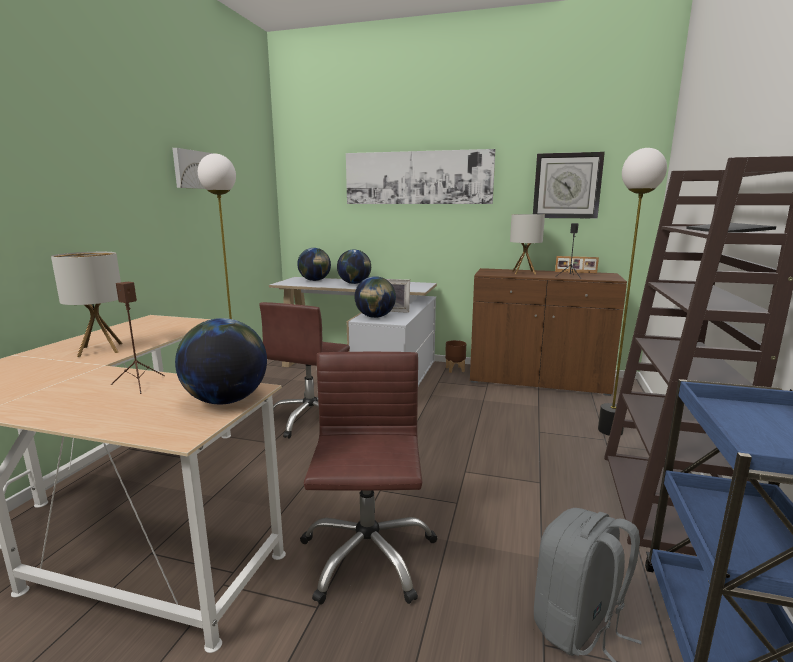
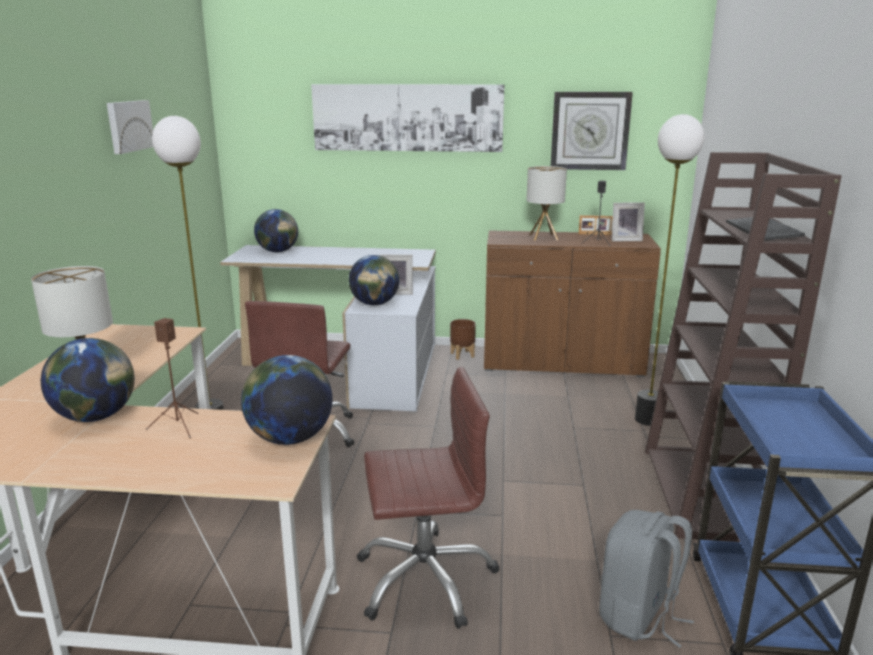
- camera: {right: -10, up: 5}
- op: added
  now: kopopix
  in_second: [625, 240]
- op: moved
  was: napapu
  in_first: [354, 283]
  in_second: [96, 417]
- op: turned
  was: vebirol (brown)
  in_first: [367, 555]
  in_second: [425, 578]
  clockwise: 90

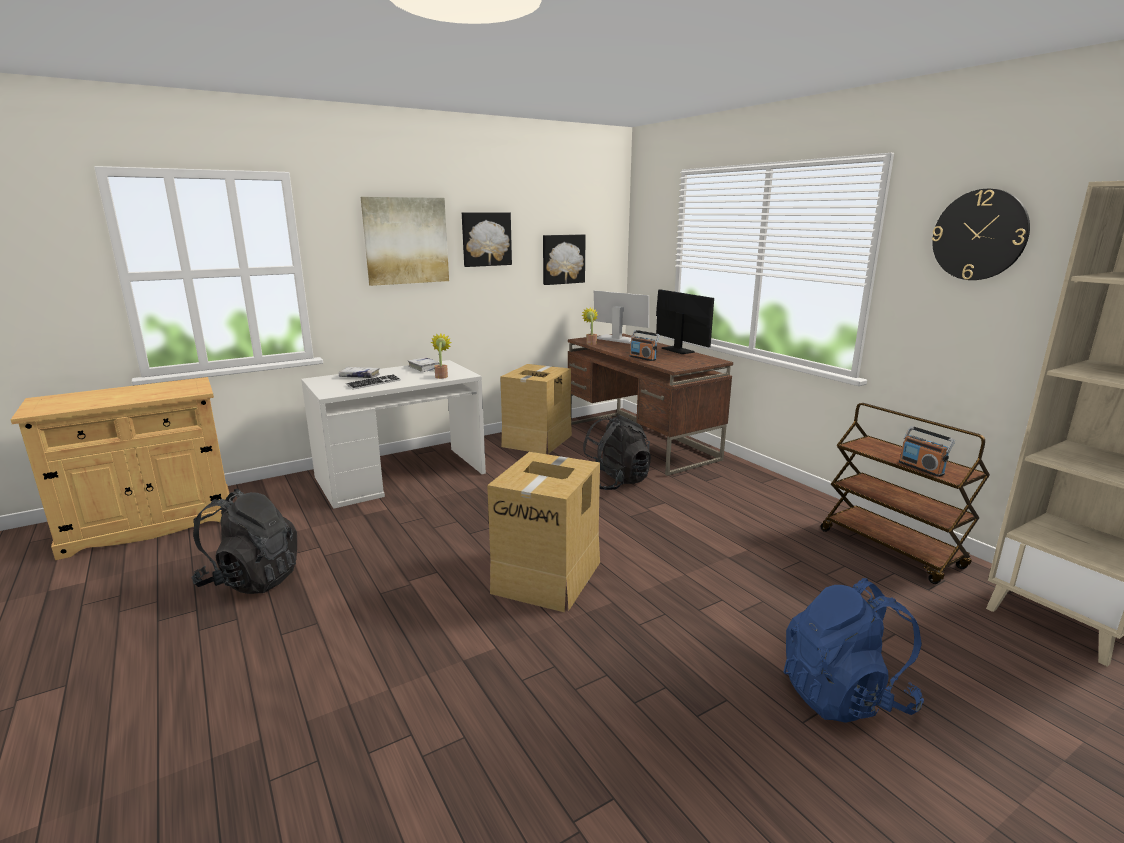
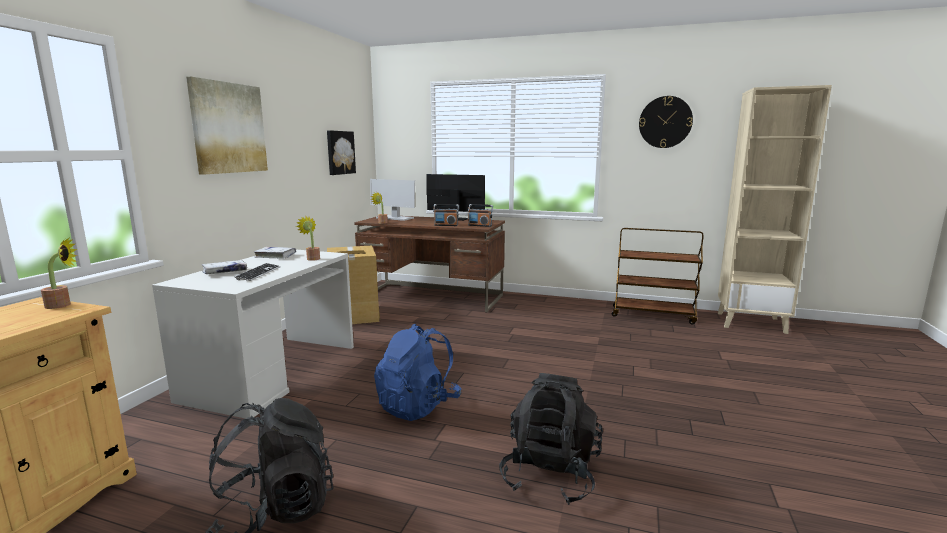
- camera: {right: -40, up: -5}
- op: removed
  was: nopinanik
  in_first: [486, 239]
- op: removed
  was: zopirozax
  in_first: [548, 576]
- op: added
  now: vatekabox
  in_second: [63, 305]
- op: moved
  was: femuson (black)
  in_first: [614, 482]
  in_second: [550, 474]
- op: moved
  was: femuson (blue)
  in_first: [844, 695]
  in_second: [418, 406]
- op: moved
  was: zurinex
  in_first: [921, 468]
  in_second: [480, 225]
- op: turned
  was: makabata
  in_first: [618, 339]
  in_second: [394, 218]
  clockwise: -150

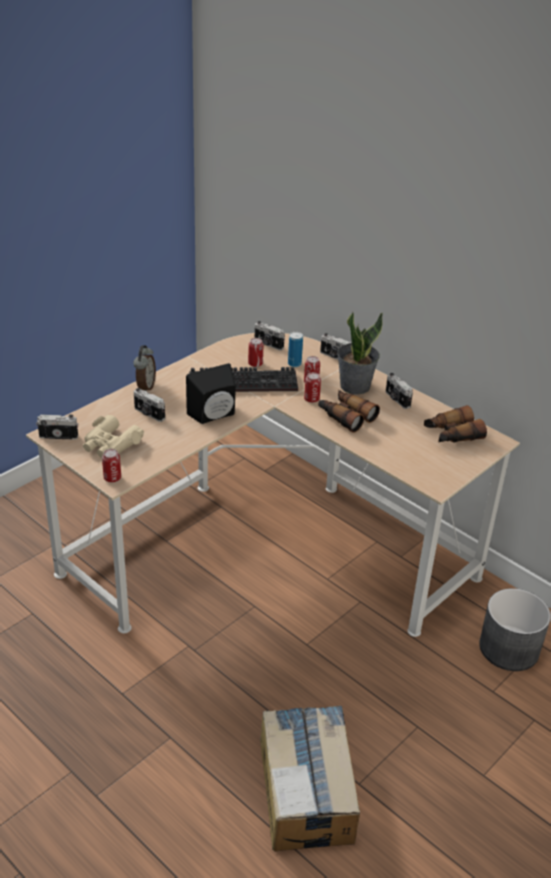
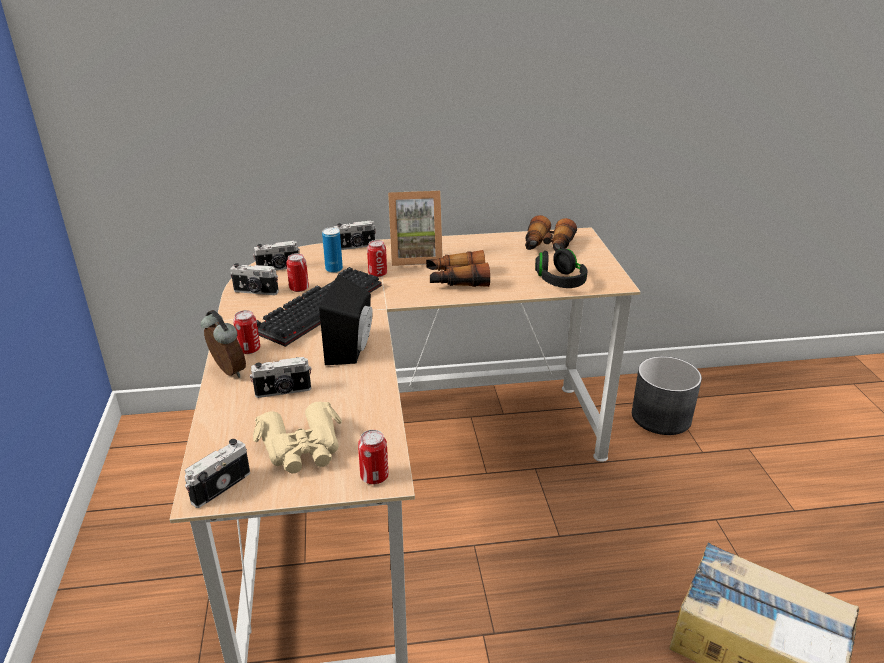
- camera: {right: -50, up: -5}
- op: added
  now: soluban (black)
  in_second: [560, 281]
- op: moved
  was: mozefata
  in_first: [311, 399]
  in_second: [249, 349]
- op: moved
  was: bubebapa
  in_first: [396, 399]
  in_second: [255, 292]
- op: replaced
  was: vatekabox
  now: kopopix
  in_first: [354, 385]
  in_second: [415, 256]

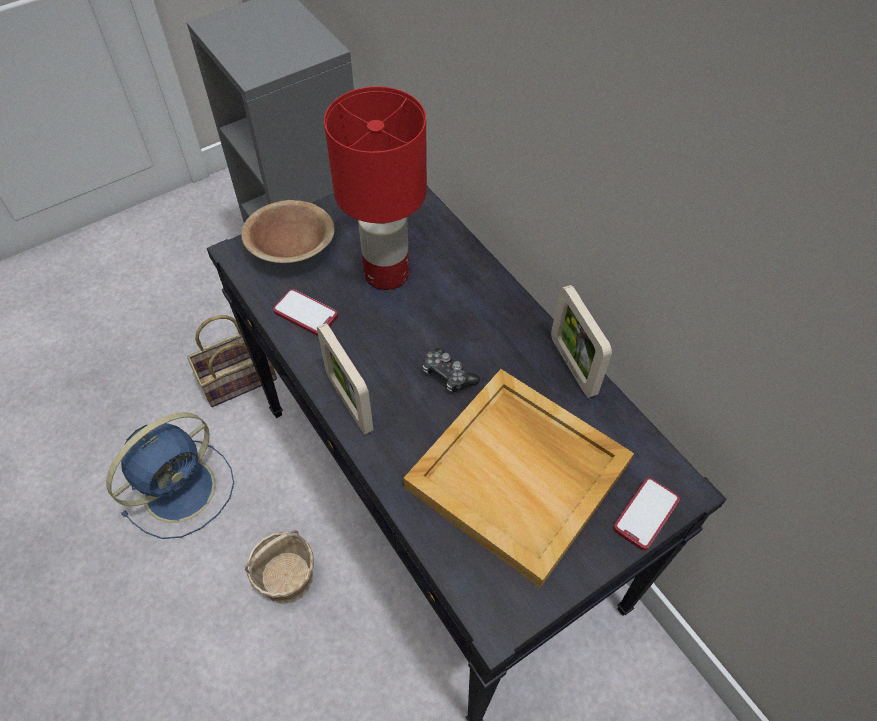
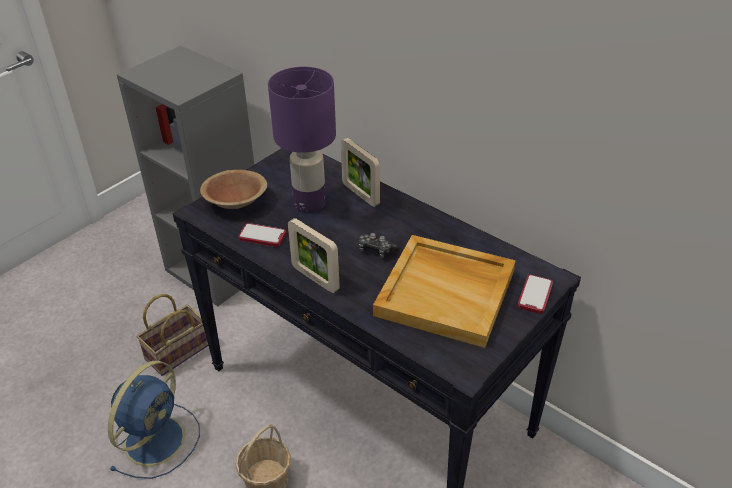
- camera: {right: -15, up: -15}
- op: moved
  was: kopopix
  in_first: [572, 366]
  in_second: [360, 194]
- op: recoloured
  was: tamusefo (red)
  now: tamusefo (purple)
  in_first: [386, 275]
  in_second: [310, 204]

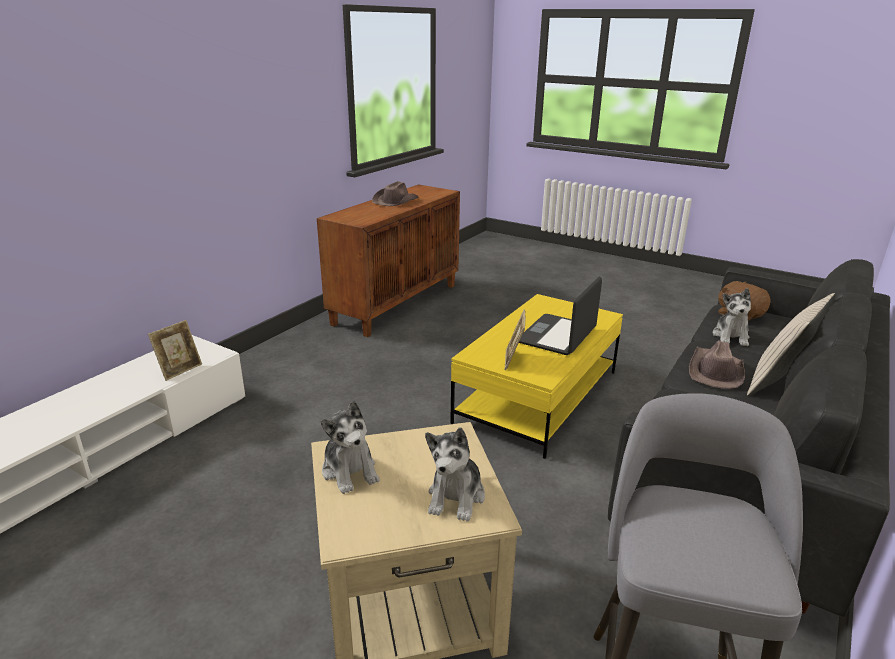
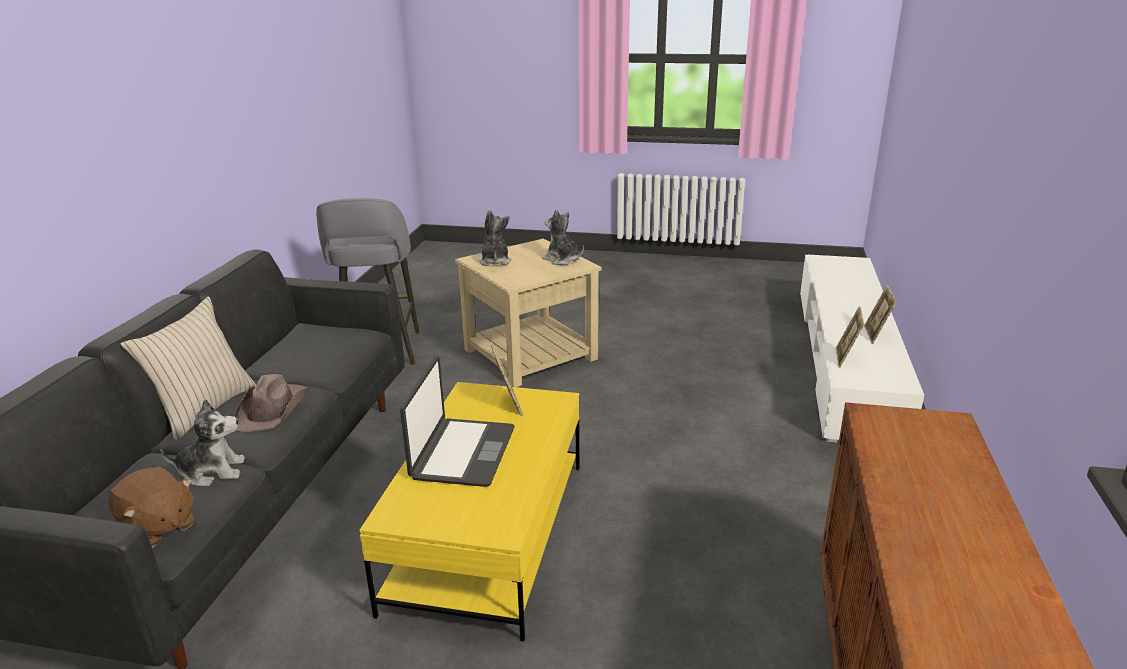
- camera: {right: 160, up: 0}
- op: removed
  was: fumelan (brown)
  in_first: [395, 201]
- op: added
  now: kopopix
  in_second: [876, 335]
- op: turned
  was: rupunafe
  in_first: [731, 336]
  in_second: [212, 471]
  clockwise: 90

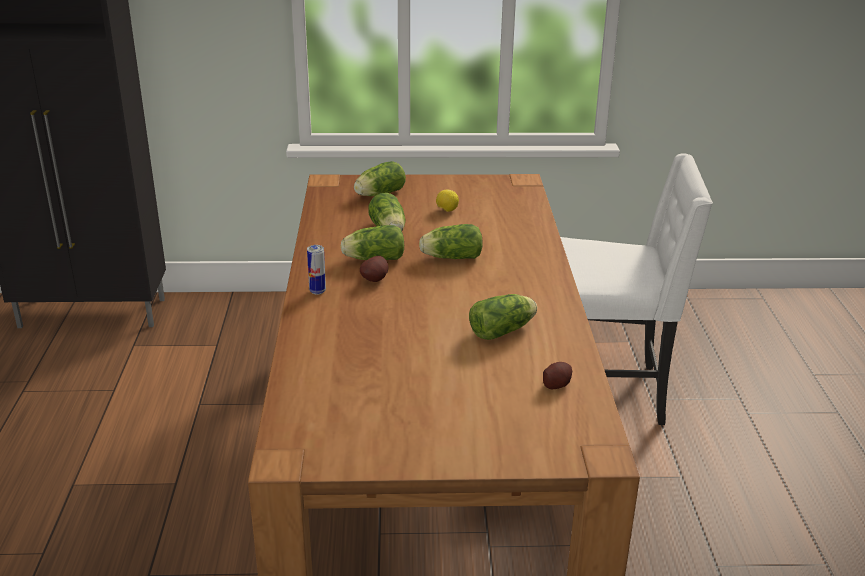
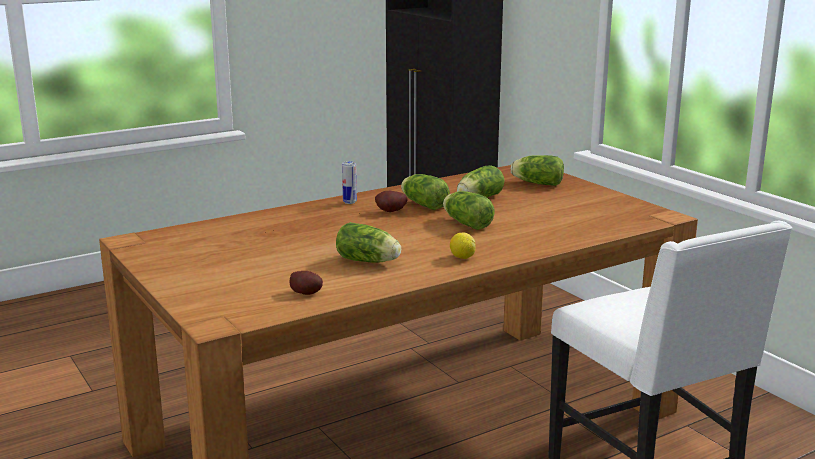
- camera: {right: 60, up: -10}
- op: moved
  was: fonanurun
  in_first: [446, 210]
  in_second: [462, 257]

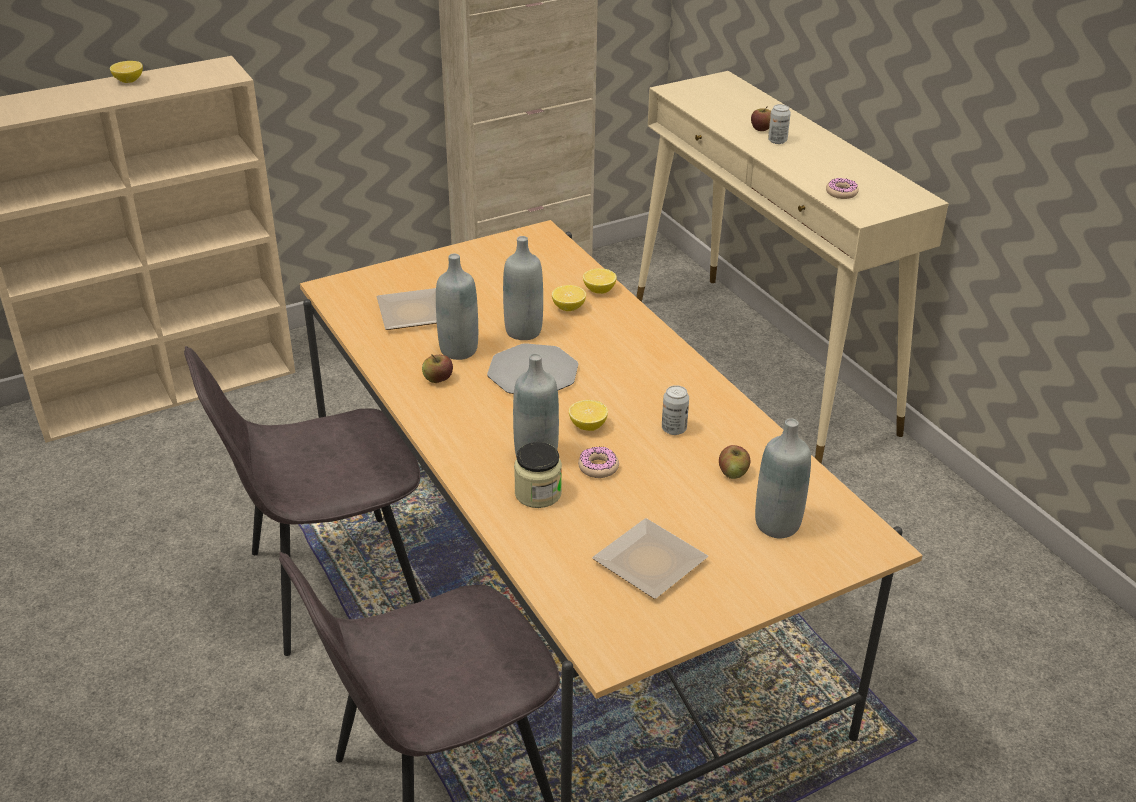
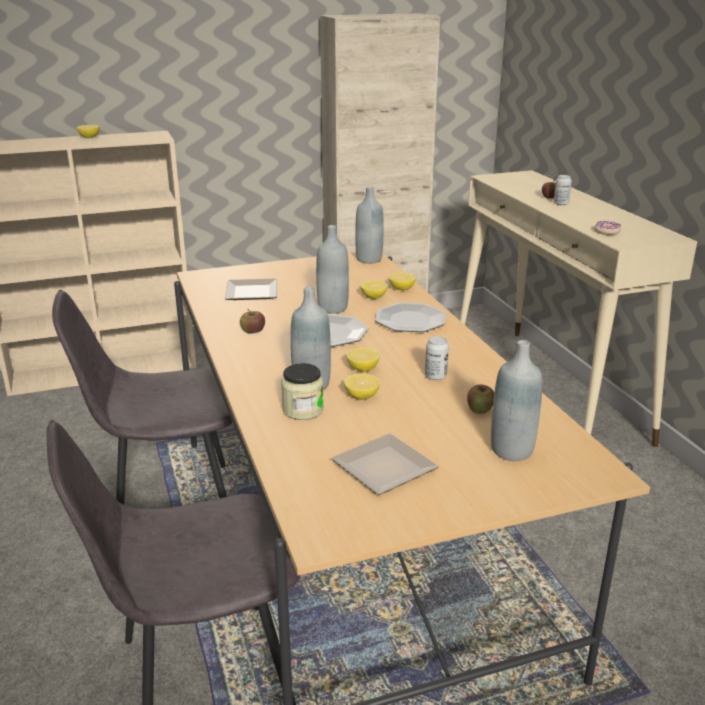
- camera: {right: 10, up: -10}
- op: added
  now: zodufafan
  in_second: [410, 320]
- op: moved
  was: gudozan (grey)
  in_first: [458, 350]
  in_second: [369, 259]
- op: replaced
  was: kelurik
  now: fonanurun
  in_first: [598, 467]
  in_second: [361, 396]

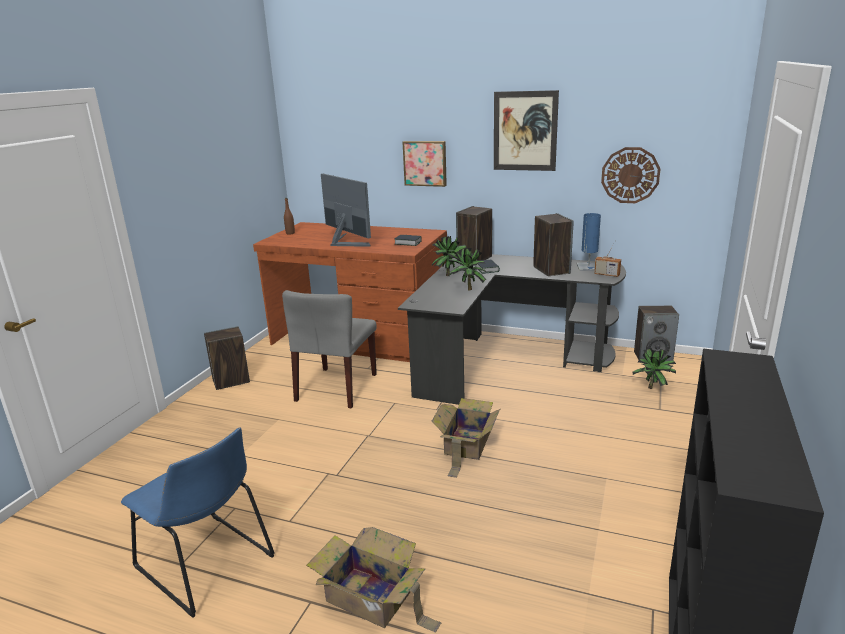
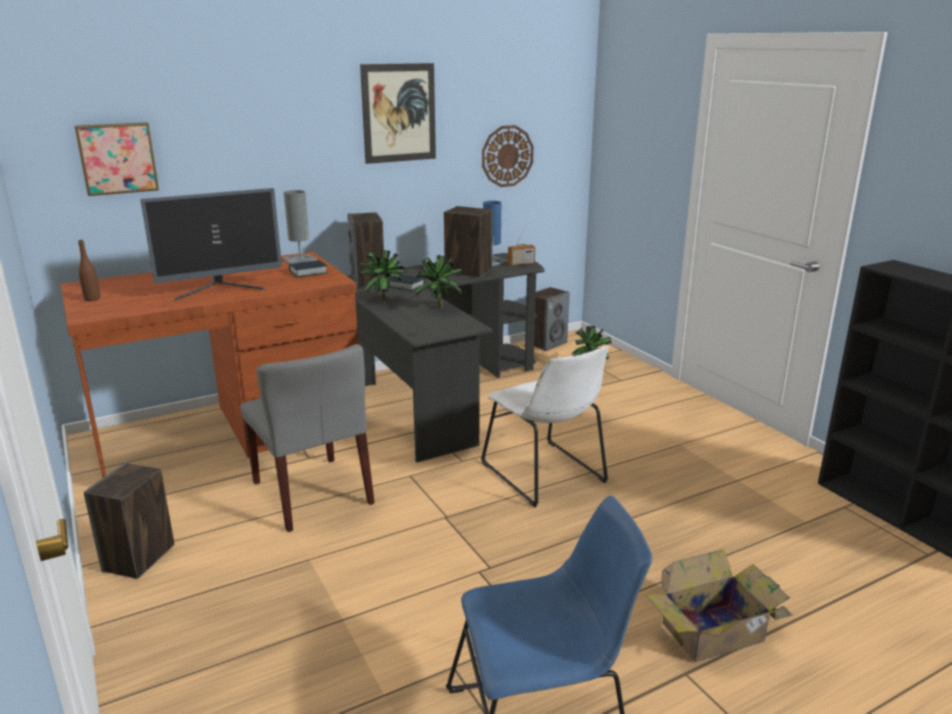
- camera: {right: -50, up: 0}
- op: added
  now: tamusefo (grey)
  in_second: [300, 260]
- op: moved
  was: nopinanik
  in_first: [425, 163]
  in_second: [117, 158]
- op: replaced
  was: zopirozax
  now: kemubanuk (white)
  in_first: [466, 444]
  in_second: [546, 475]
- op: turned
  was: makabata
  in_first: [345, 242]
  in_second: [221, 290]
  clockwise: 150

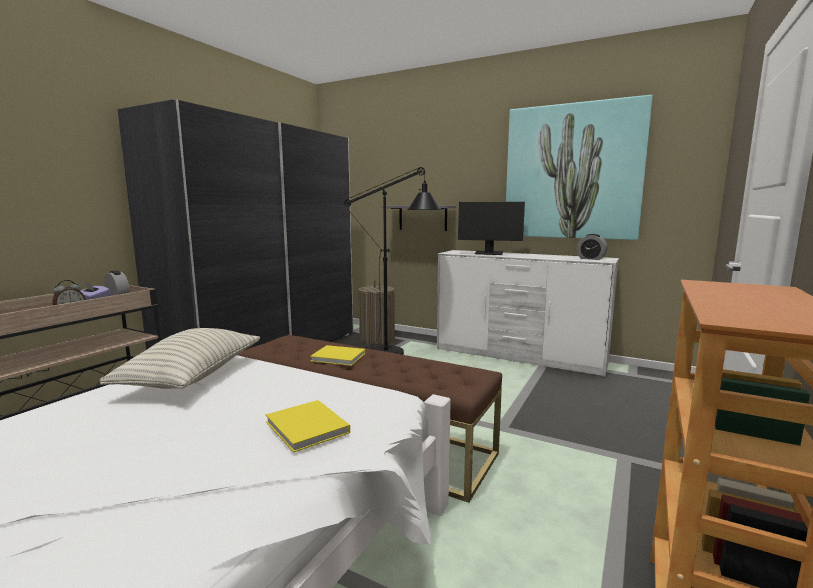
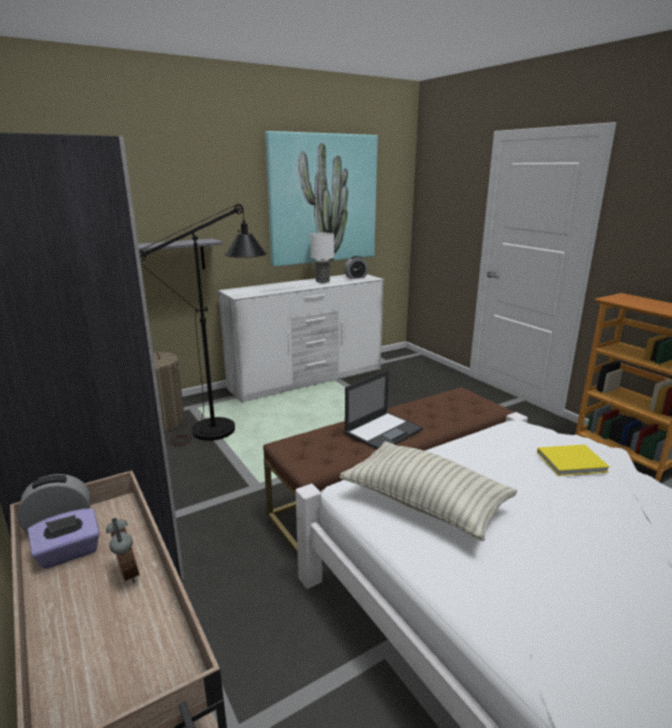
- camera: {right: -60, up: 10}
- op: removed
  was: makabata
  in_first: [489, 253]
- op: added
  now: tamusefo
  in_second: [322, 281]
- op: replaced
  was: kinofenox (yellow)
  now: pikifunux
  in_first: [339, 357]
  in_second: [384, 431]

